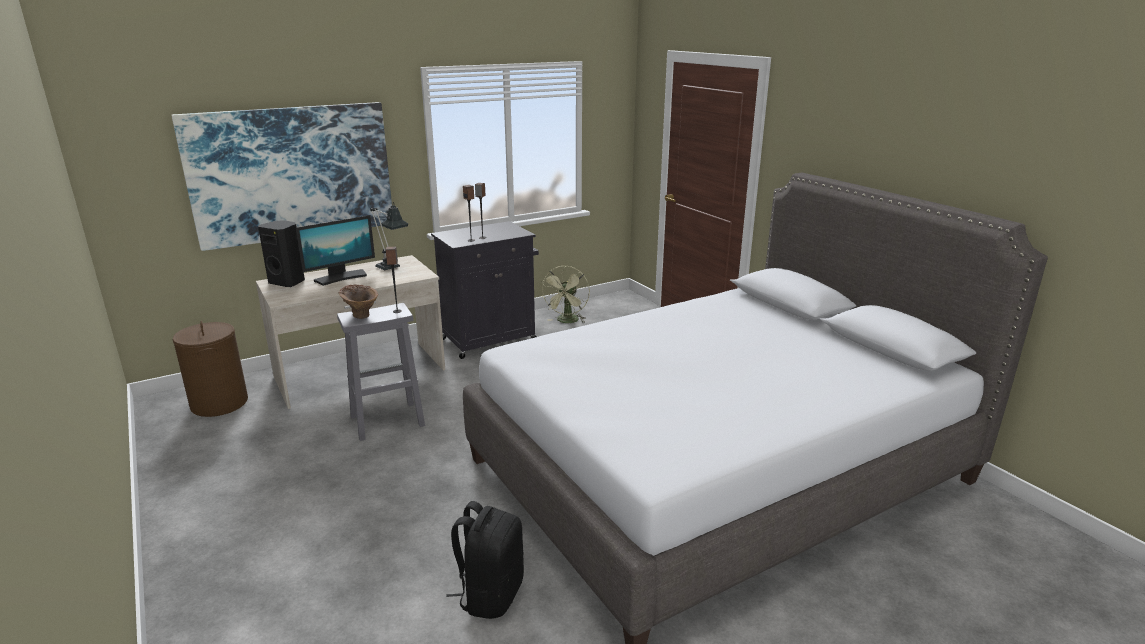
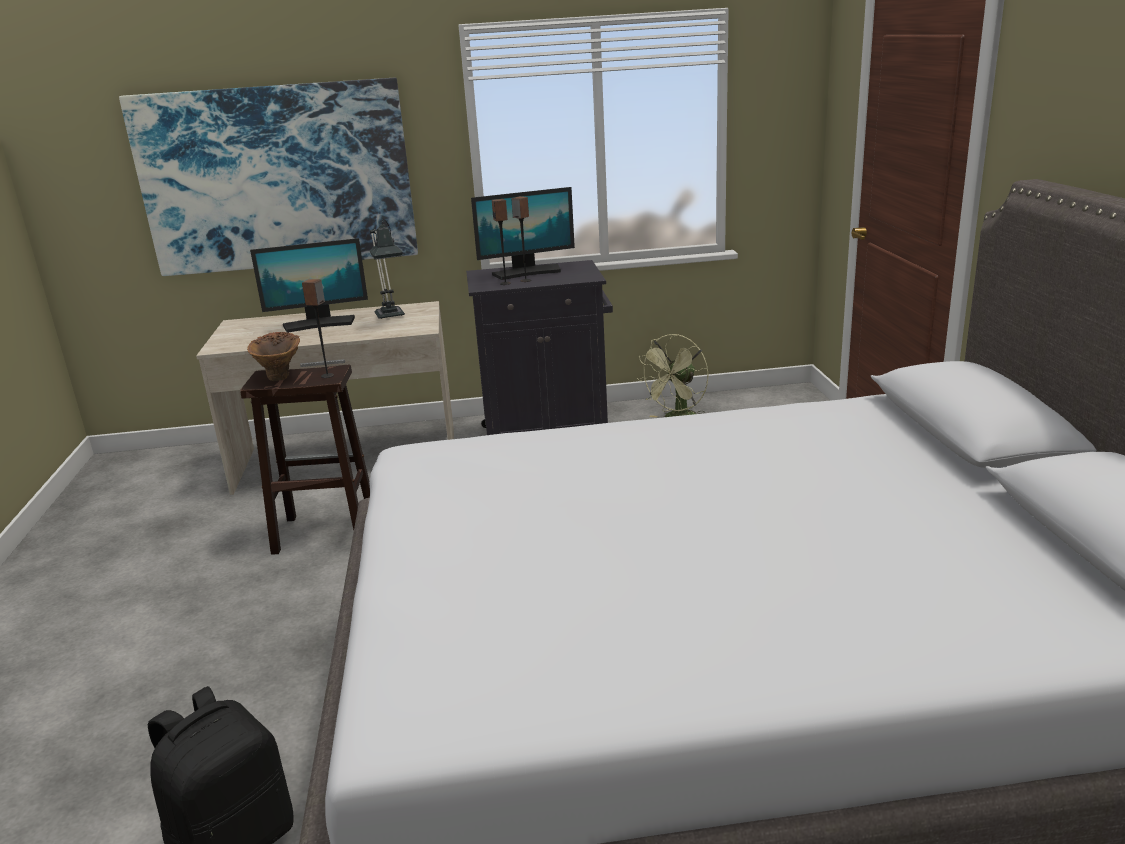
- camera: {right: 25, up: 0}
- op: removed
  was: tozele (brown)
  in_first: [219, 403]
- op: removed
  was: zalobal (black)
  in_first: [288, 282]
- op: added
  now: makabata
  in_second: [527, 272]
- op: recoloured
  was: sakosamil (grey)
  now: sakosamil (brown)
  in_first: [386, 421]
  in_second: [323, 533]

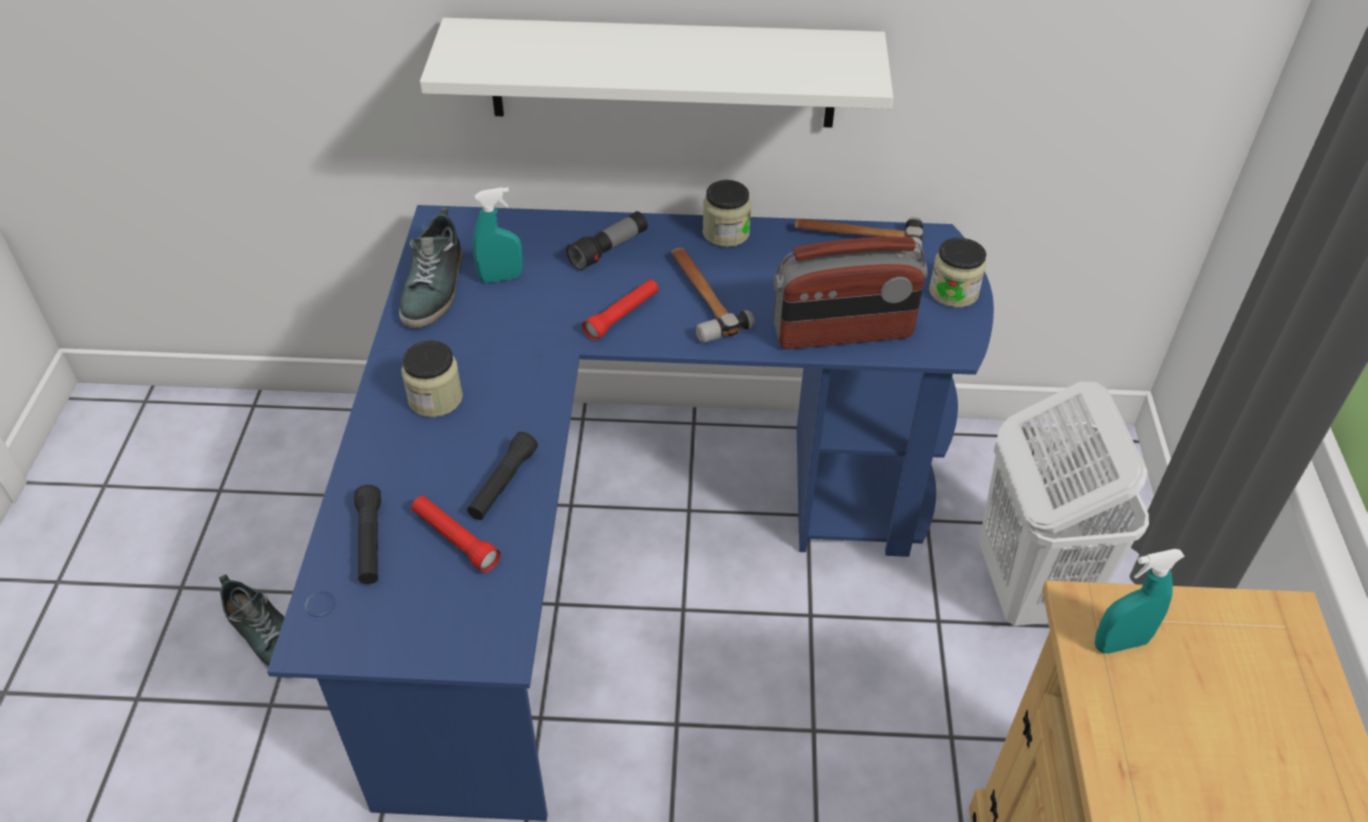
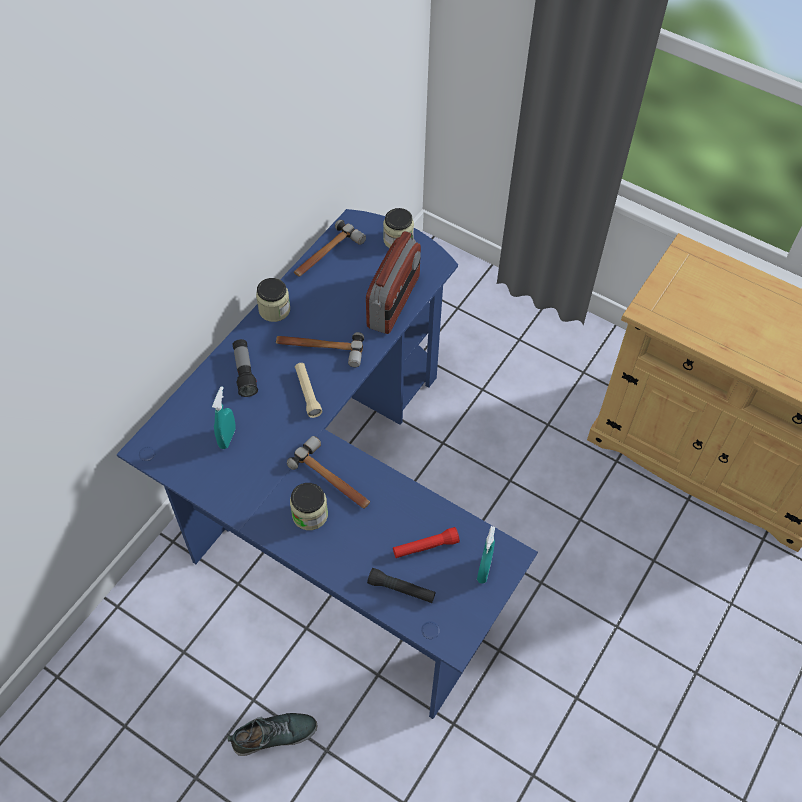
- camera: {right: -60, up: 10}
- op: removed
  was: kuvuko
  in_first: [435, 287]
- op: removed
  was: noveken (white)
  in_first: [662, 73]
- op: removed
  was: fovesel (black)
  in_first: [503, 484]
- op: removed
  was: tozele (white)
  in_first: [1028, 587]
- op: added
  now: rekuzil
  in_second: [333, 479]
- op: moved
  was: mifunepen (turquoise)
  in_first: [1120, 643]
  in_second: [484, 570]
- op: recoloured
  was: fovesel (red)
  now: fovesel (beige)
  in_first: [622, 316]
  in_second: [307, 393]

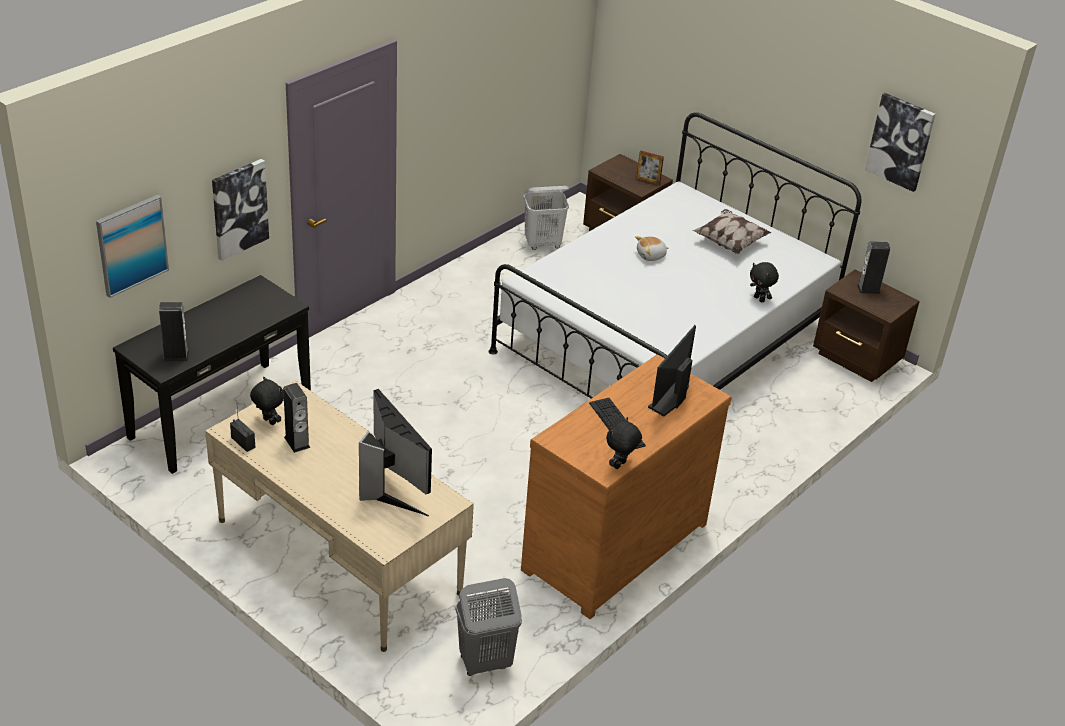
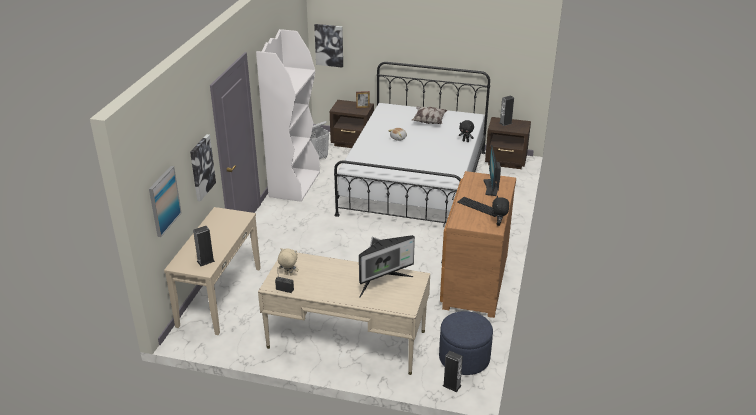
- camera: {right: -25, up: -5}
- op: added
  now: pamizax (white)
  in_second: [294, 184]
- op: moved
  was: zalobal
  in_first: [297, 442]
  in_second: [451, 385]
- op: moved
  was: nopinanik
  in_first: [900, 141]
  in_second: [329, 45]
- op: replaced
  was: tozele (grey)
  now: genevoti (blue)
  in_first: [484, 663]
  in_second: [464, 358]
- op: recoloured
  was: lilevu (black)
  now: lilevu (beige)
  in_first: [220, 415]
  in_second: [219, 296]
- op: recoloured
  was: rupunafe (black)
  now: rupunafe (beige)
  in_first: [268, 421]
  in_second: [288, 274]
- op: turned
  was: makabata
  in_first: [388, 488]
  in_second: [382, 282]
  clockwise: 120

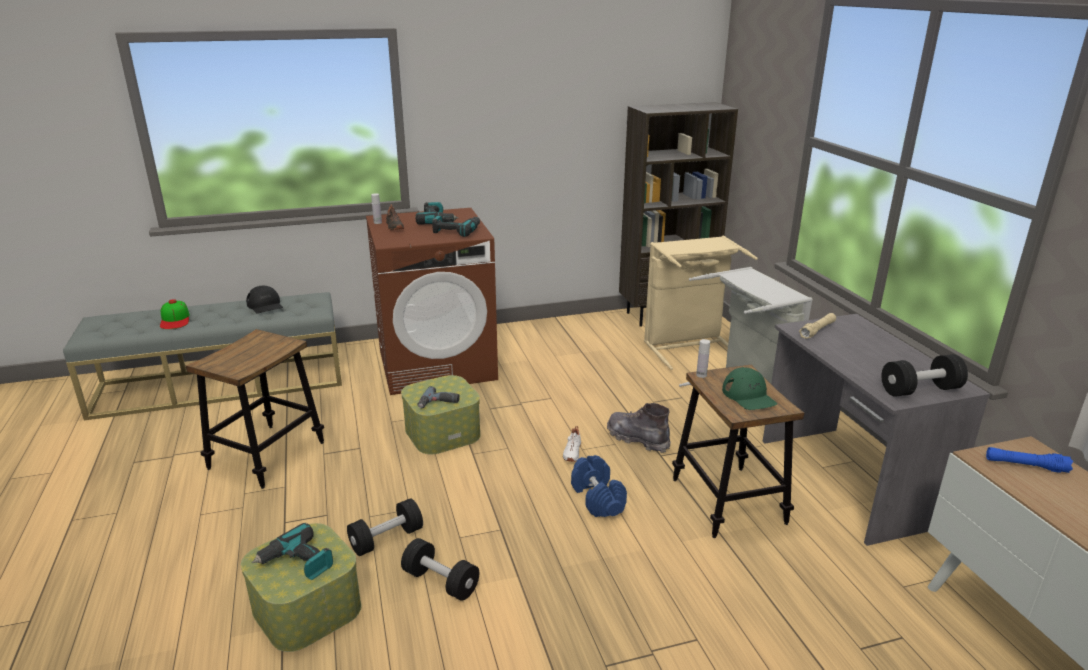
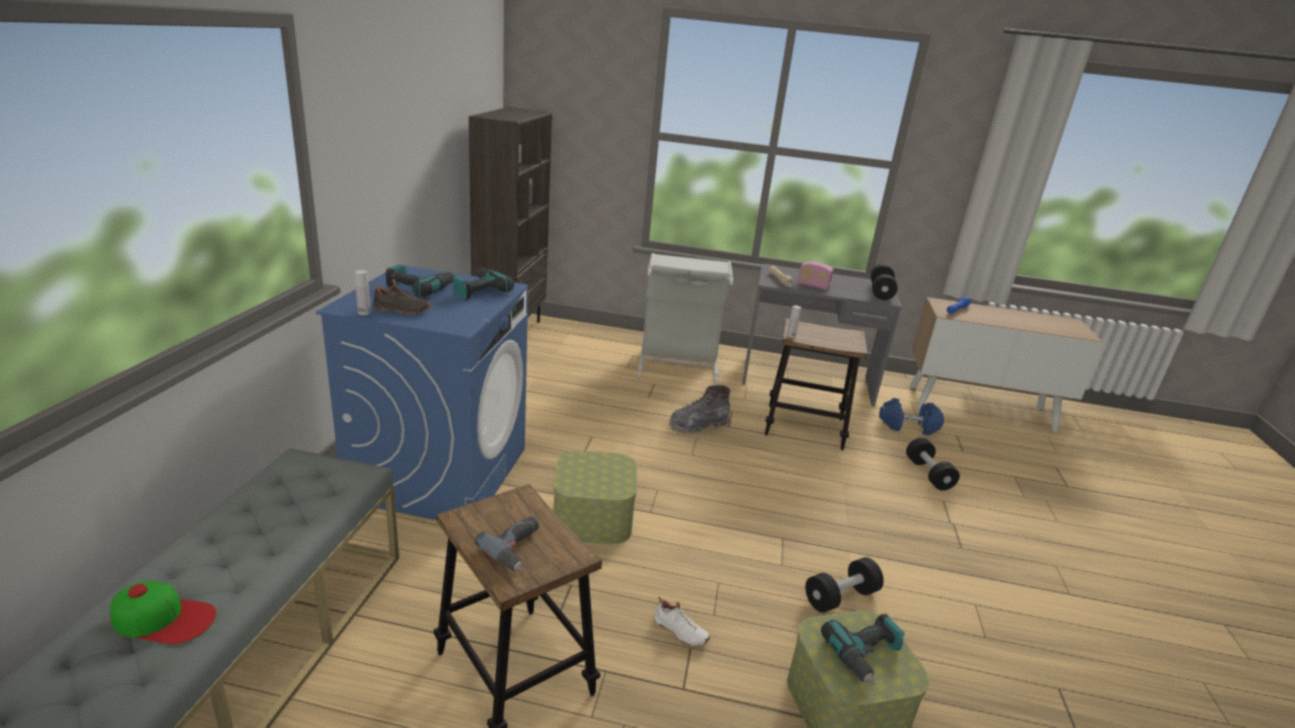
- camera: {right: -65, up: 0}
- op: removed
  was: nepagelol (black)
  in_first: [265, 305]
- op: removed
  was: tozele (beige)
  in_first: [688, 347]
- op: removed
  was: nepagelol (green)
  in_first: [749, 396]
- op: added
  now: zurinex
  in_second: [813, 286]
- op: moved
  was: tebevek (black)
  in_first: [386, 539]
  in_second: [928, 474]
- op: moved
  was: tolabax
  in_first: [438, 403]
  in_second: [517, 548]
- op: moved
  was: kuvuko (white)
  in_first: [571, 452]
  in_second: [679, 631]
- op: moved
  was: tebevek (blue)
  in_first: [597, 498]
  in_second: [908, 427]
- op: recoloured
  was: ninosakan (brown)
  now: ninosakan (blue)
  in_first: [437, 364]
  in_second: [440, 473]

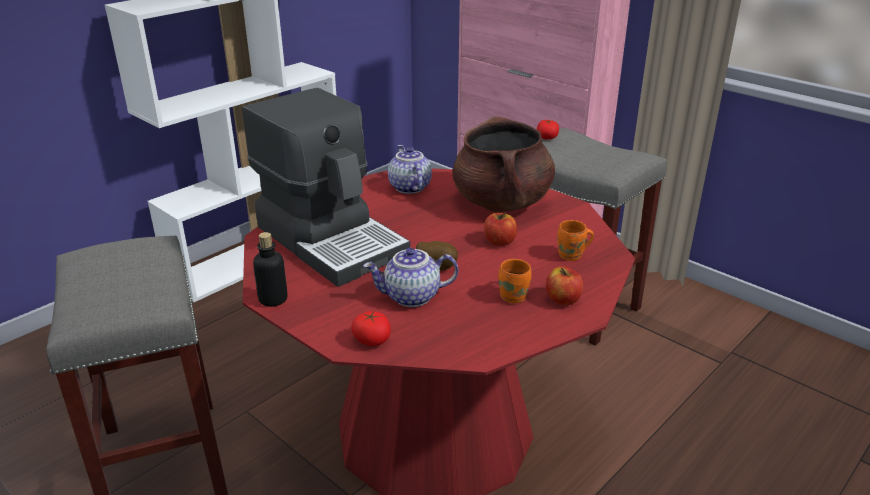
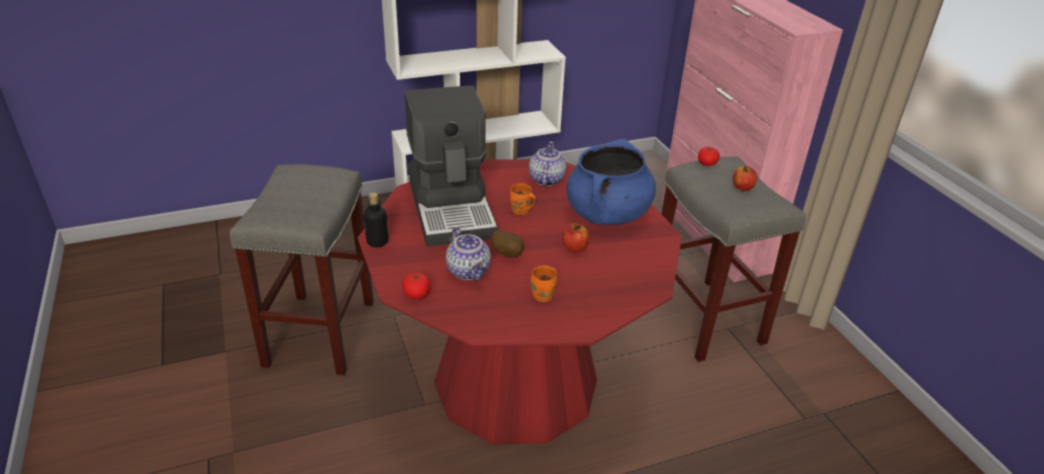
- camera: {right: 25, up: 5}
- op: moved
  was: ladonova
  in_first: [563, 299]
  in_second: [742, 187]
- op: moved
  was: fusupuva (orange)
  in_first: [572, 256]
  in_second: [521, 211]
- op: recoloured
  was: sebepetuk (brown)
  now: sebepetuk (blue)
  in_first: [502, 203]
  in_second: [607, 214]
- op: turned
  was: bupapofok
  in_first: [411, 297]
  in_second: [469, 271]
  clockwise: -135

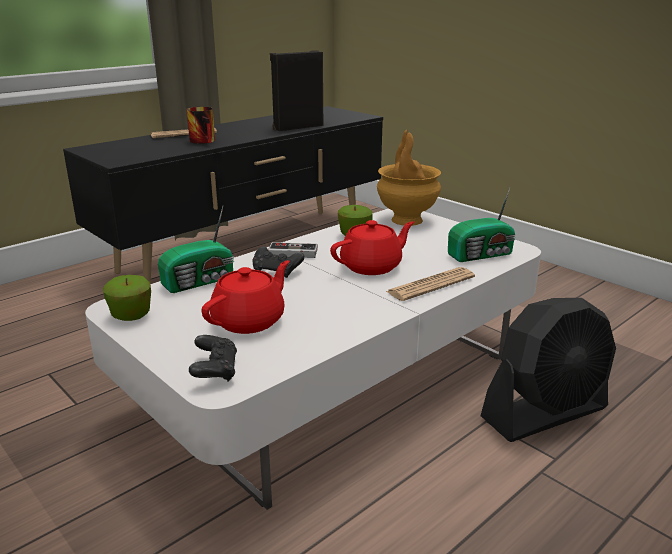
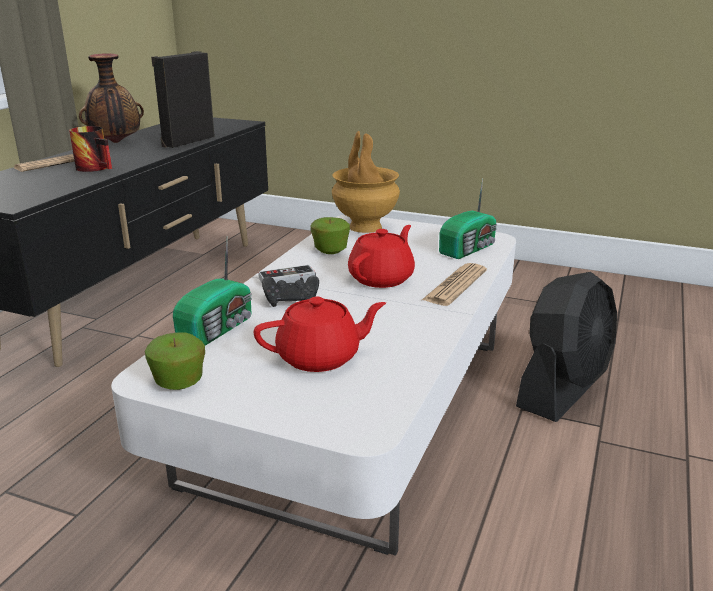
- camera: {right: -25, up: 0}
- op: removed
  was: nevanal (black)
  in_first: [215, 371]
- op: added
  now: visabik
  in_second: [116, 142]
- op: turned
  was: bupapofok (red)
  in_first: [250, 321]
  in_second: [320, 357]
  clockwise: 60

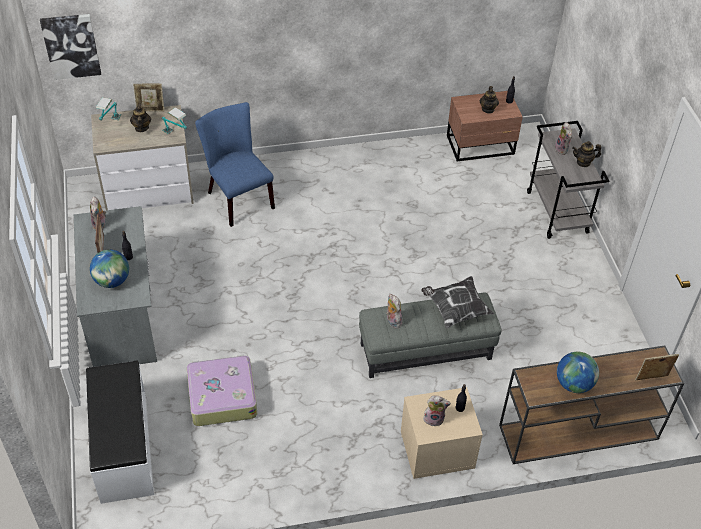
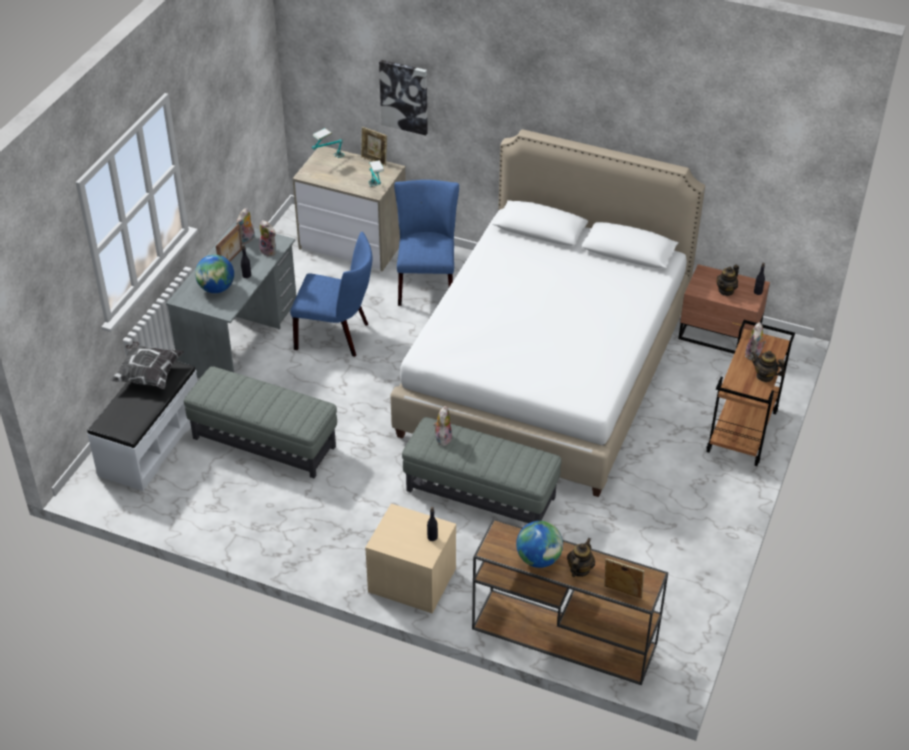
- camera: {right: 35, up: -5}
- op: added
  now: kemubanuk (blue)
  in_second: [337, 336]
- op: added
  now: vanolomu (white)
  in_second: [546, 370]
- op: moved
  was: nopinanik
  in_first: [71, 46]
  in_second: [404, 96]
- op: moved
  was: bupapofok
  in_first: [141, 128]
  in_second: [579, 569]
- op: moved
  was: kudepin
  in_first: [456, 309]
  in_second: [148, 374]
- op: moved
  was: rupunafe
  in_first: [434, 418]
  in_second: [269, 251]
- op: replaced
  was: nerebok
  now: genevoti (grey)
  in_first: [221, 396]
  in_second: [264, 442]
- op: recoloured
  was: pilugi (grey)
  now: pilugi (brown)
  in_first: [558, 212]
  in_second: [742, 433]

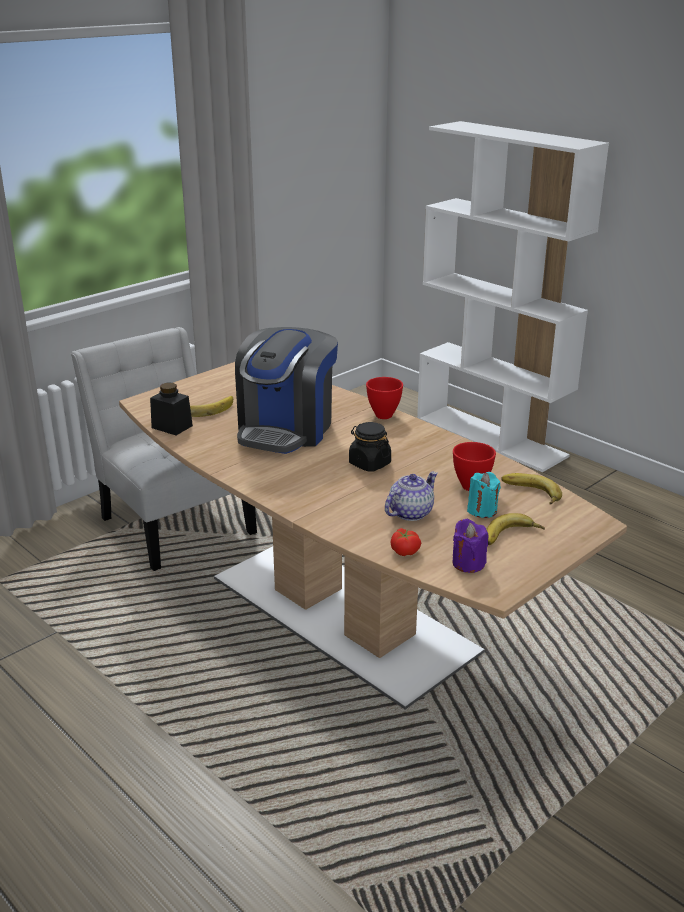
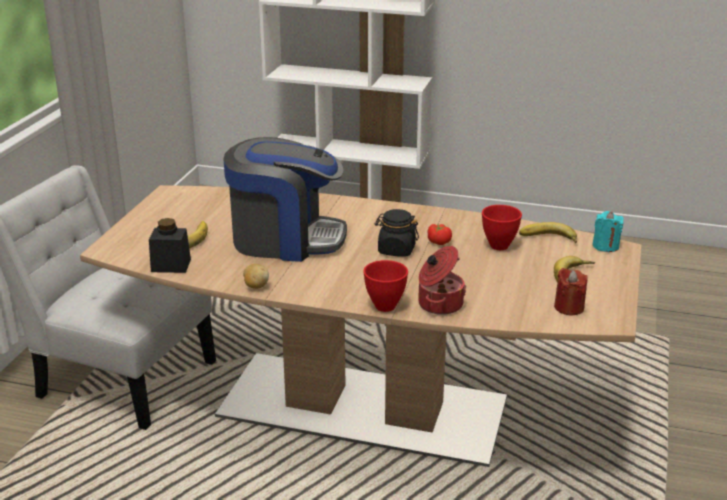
- camera: {right: -30, up: 0}
- op: removed
  was: bupapofok
  in_first: [410, 512]
- op: added
  now: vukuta
  in_second: [256, 286]
- op: added
  now: sebepetuk
  in_second: [439, 304]
- op: moved
  was: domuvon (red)
  in_first: [383, 416]
  in_second: [385, 307]
- op: moved
  was: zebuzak
  in_first: [405, 551]
  in_second: [439, 241]
- op: moved
  was: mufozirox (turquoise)
  in_first: [482, 510]
  in_second: [605, 246]
- op: recoloured
  was: mufozirox (purple)
  now: mufozirox (red)
  in_first: [468, 563]
  in_second: [569, 307]
- op: turned
  was: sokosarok
  in_first: [286, 429]
  in_second: [286, 239]
  clockwise: -75

